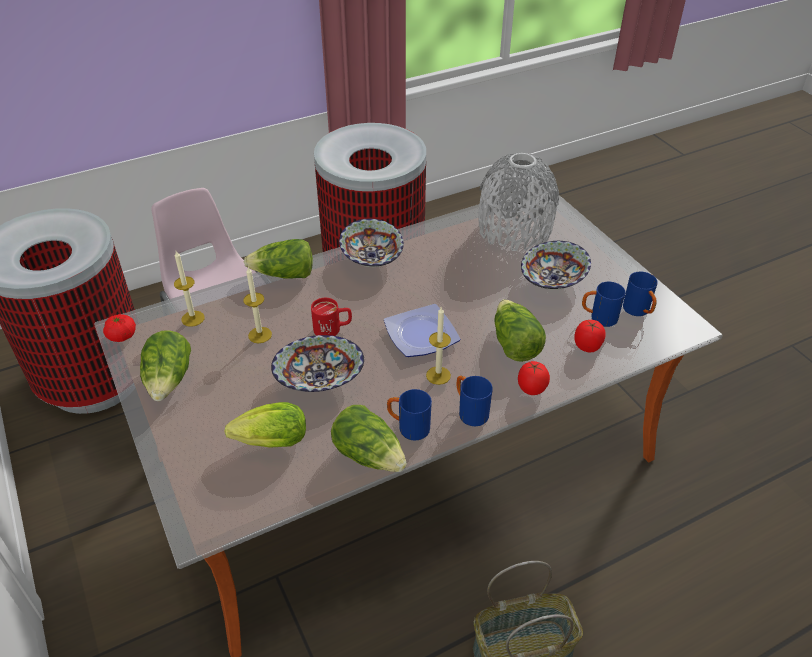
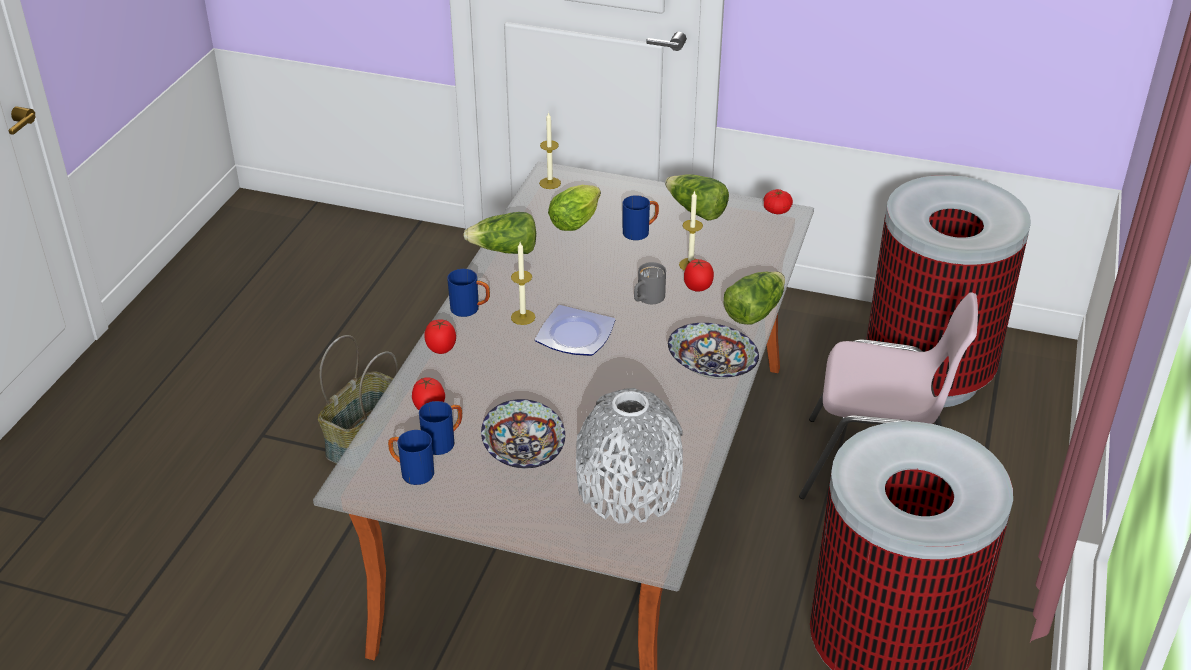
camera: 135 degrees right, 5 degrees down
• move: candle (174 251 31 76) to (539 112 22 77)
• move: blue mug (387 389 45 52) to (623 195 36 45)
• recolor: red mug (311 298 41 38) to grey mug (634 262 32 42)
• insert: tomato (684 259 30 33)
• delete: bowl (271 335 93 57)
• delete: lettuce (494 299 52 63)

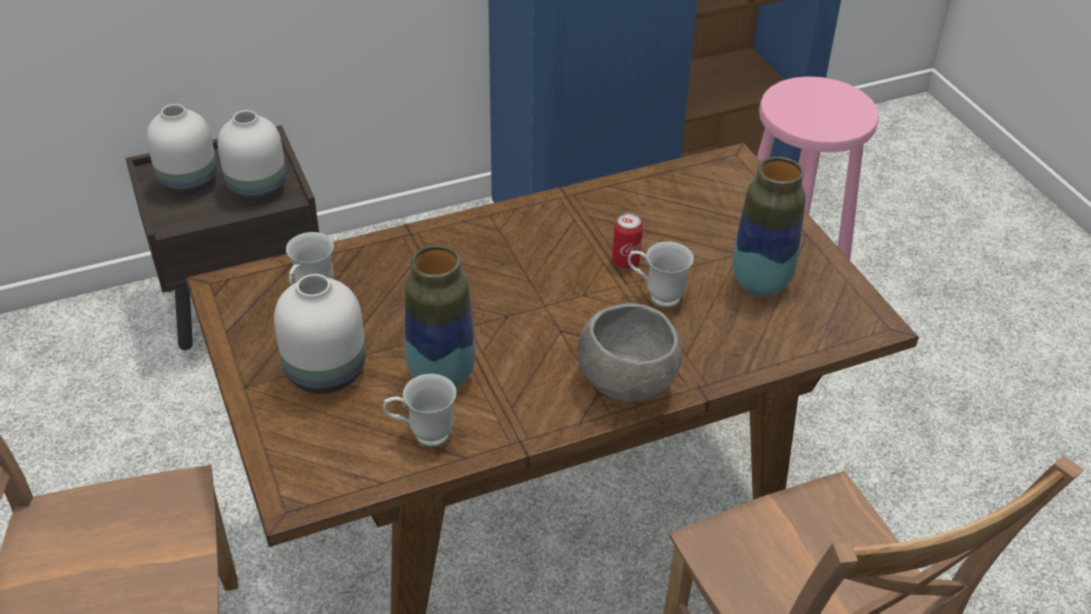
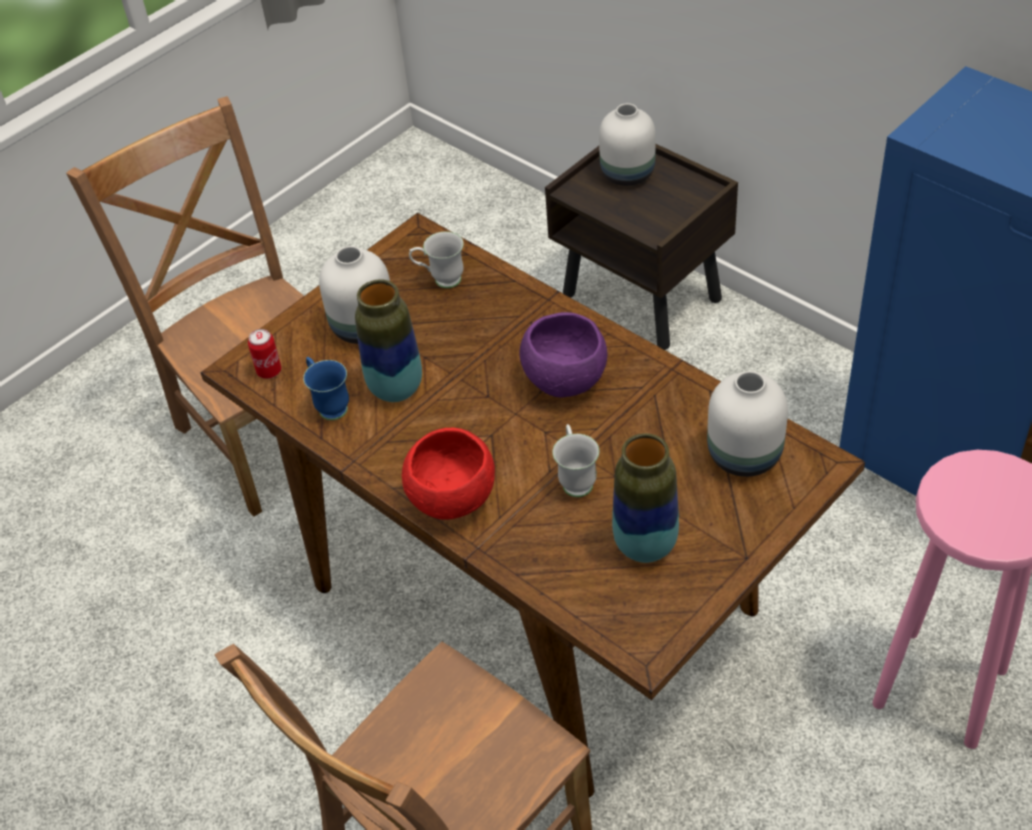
camera: 70 degrees right, 5 degrees up
• move: can (612 213 31 56) to (248 329 33 50)
• recolor: white mug (383 374 74 73) to blue mug (303 357 46 63)
• recolor: grey bowl (578 303 104 100) to red bowl (402 428 93 92)
• insert: purple bowl (519 312 88 86)
• move: white vase (217 110 69 91) to (707 371 81 106)

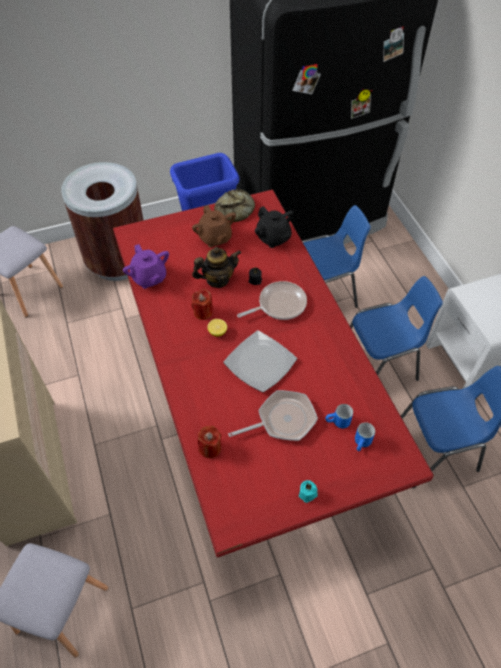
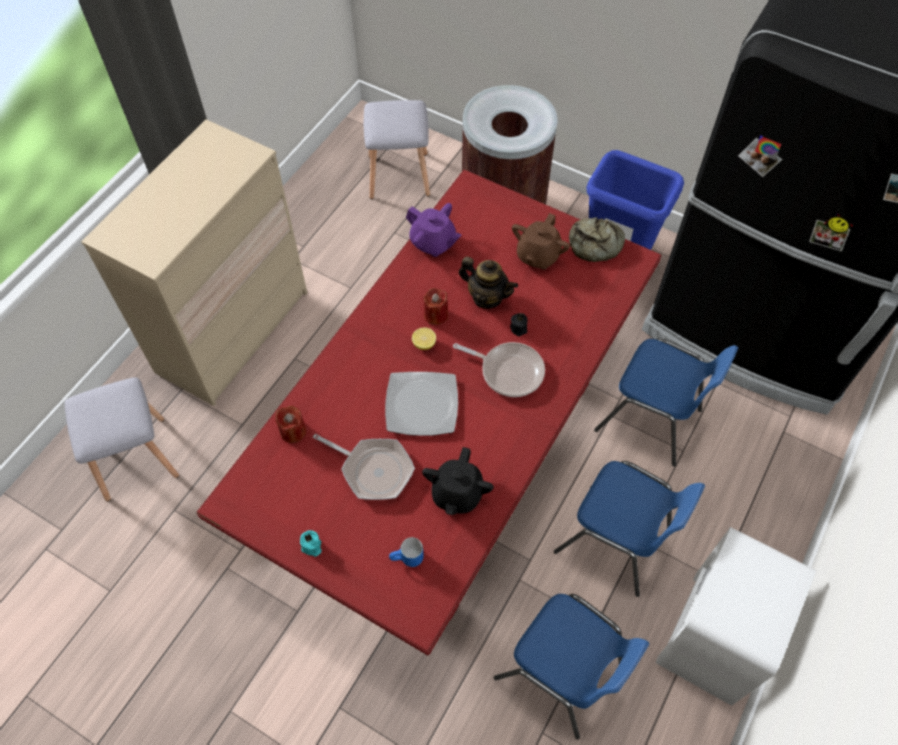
camera: 50 degrees right, 5 degrees up
• rotate: purple teapot (123 244 46 45) = (406 203 55 54) 75 degrees counterclockwise
• move: black teapot (255 206 39 42) to (422 447 72 68)
• delete: blue mug (326 404 27 24)

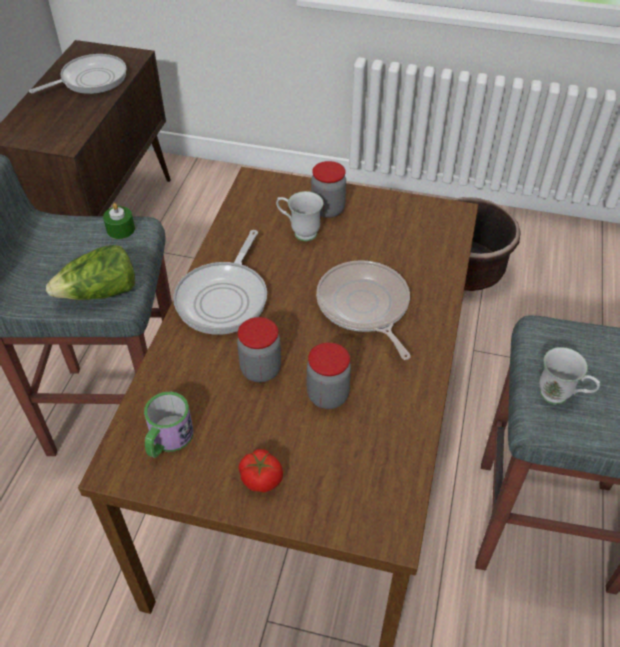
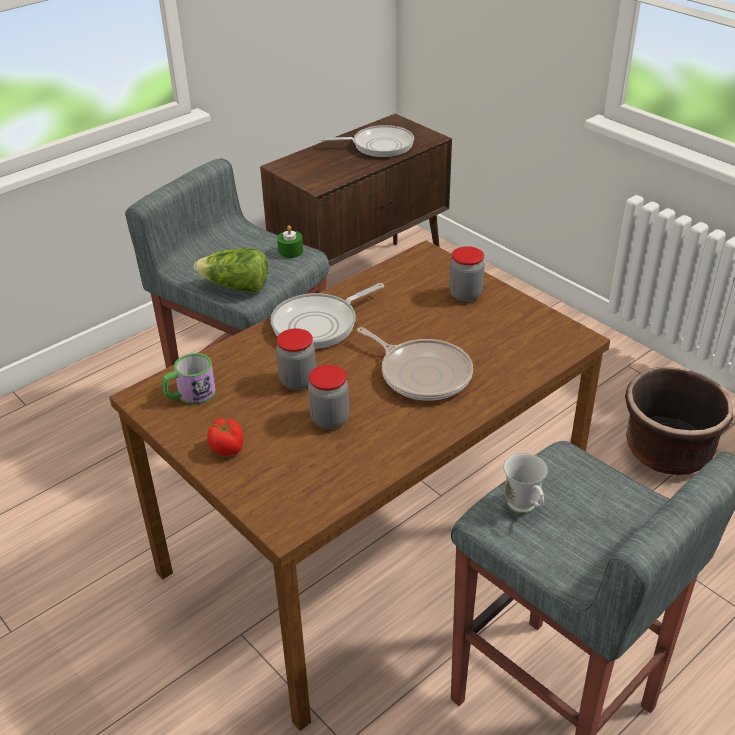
camera: 35 degrees right, 10 degrees down
• rotate: frying pan (316 260 95 100) = (357 327 116 74) 120 degrees clockwise
• delete: white mug (276 191 47 50)

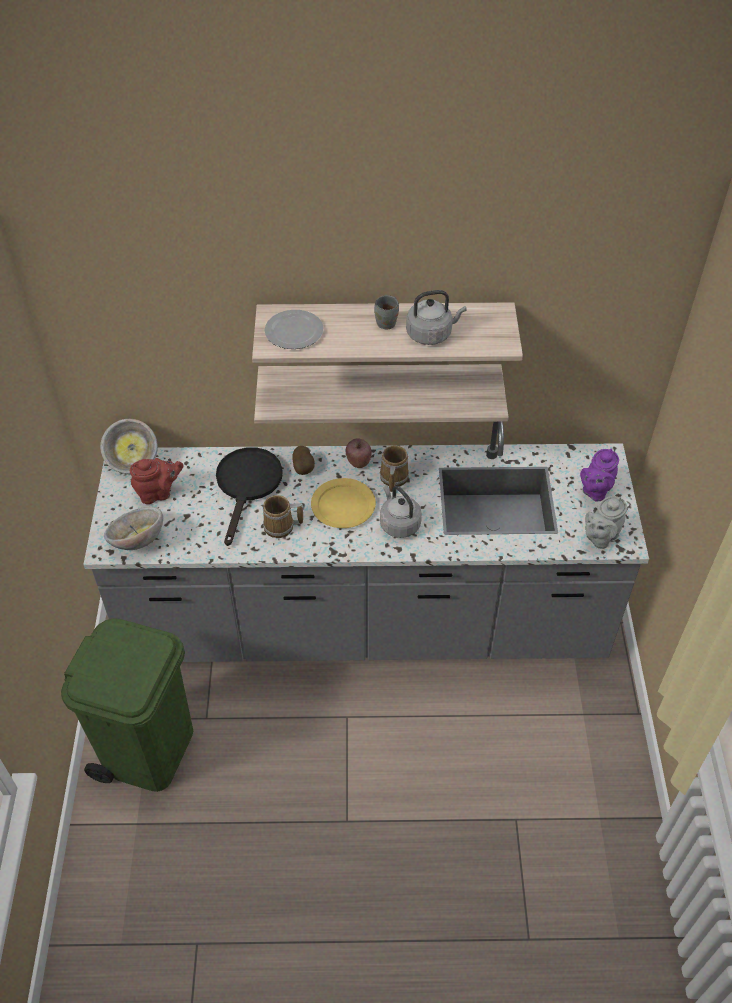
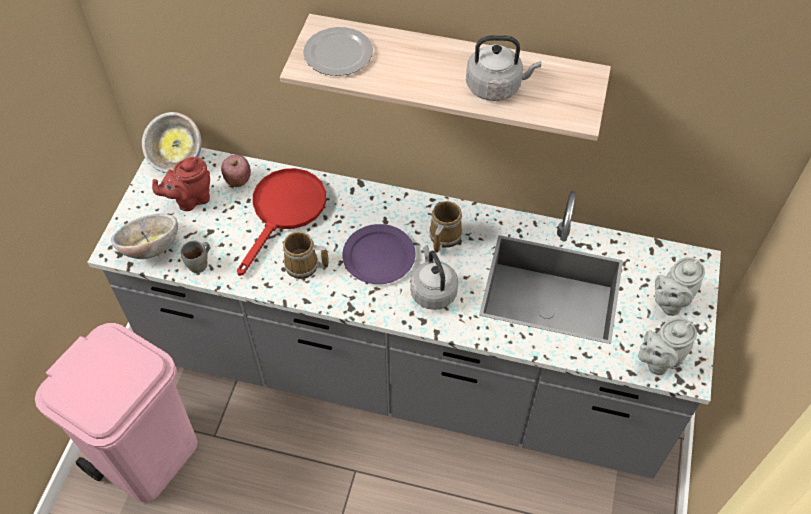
camera: 15 degrees right, 5 degrees up
• recolor: green trash can (61 618 132 174) to pink trash can (35 323 163 179)
• rotate: red teapot (130 458 54 46) = (152 157 58 54) 150 degrees clockwise
• move: grey mug (374 295 25 34) to (181 241 29 32)
• move: apple (345 438 27 30) to (221 154 30 33)
• recolor: black frying pan (216 447 67 99) to red frying pan (237 168 89 108)
• recolor: yellow plate (311 478 65 50) to purple plate (342 224 74 60)
• recolor: purple teapot (580 448 39 53) to grey teapot (655 257 50 59)
• delete: shelf (254 364 255 60)
• delete: potato (293 446 22 29)

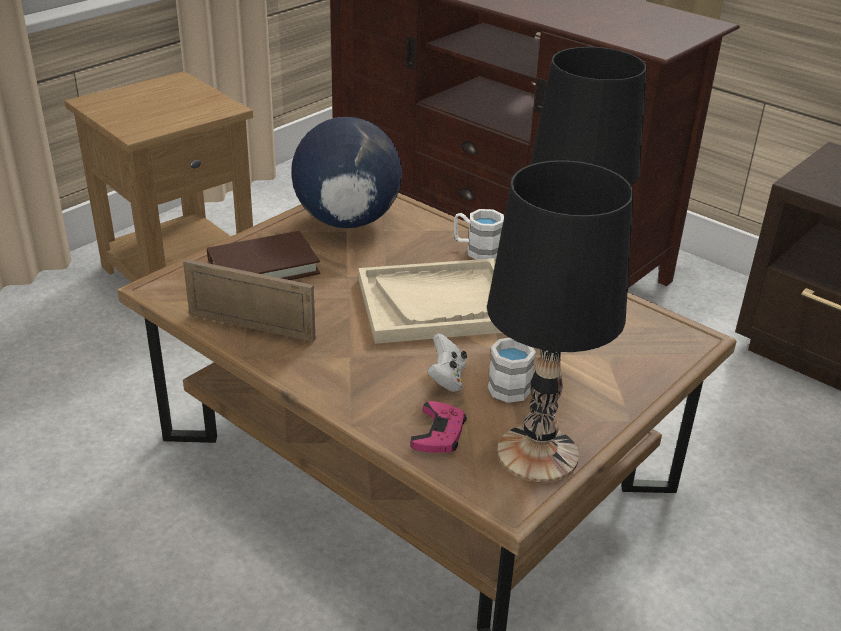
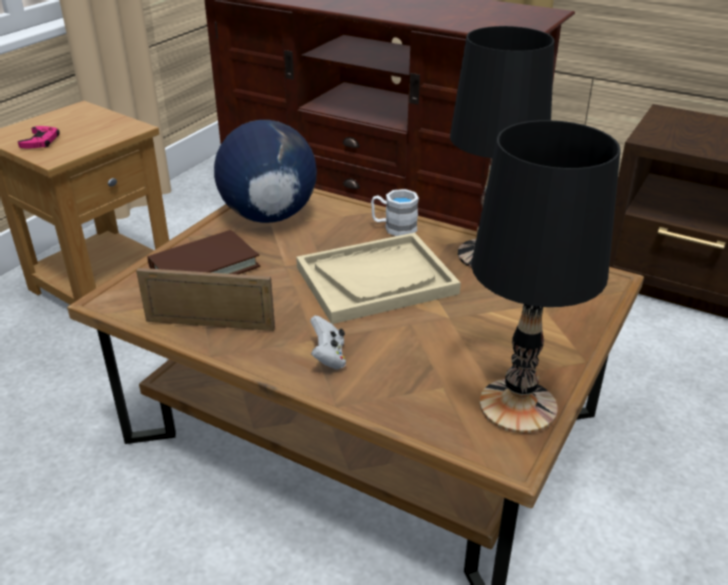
camera: 10 degrees left, 0 degrees up
• move: pink game controller (411 401 56 52) to (18 126 42 22)
• move: white game controller (427 333 40 59) to (310 316 36 53)
• delete: white mug (488 338 48 65)

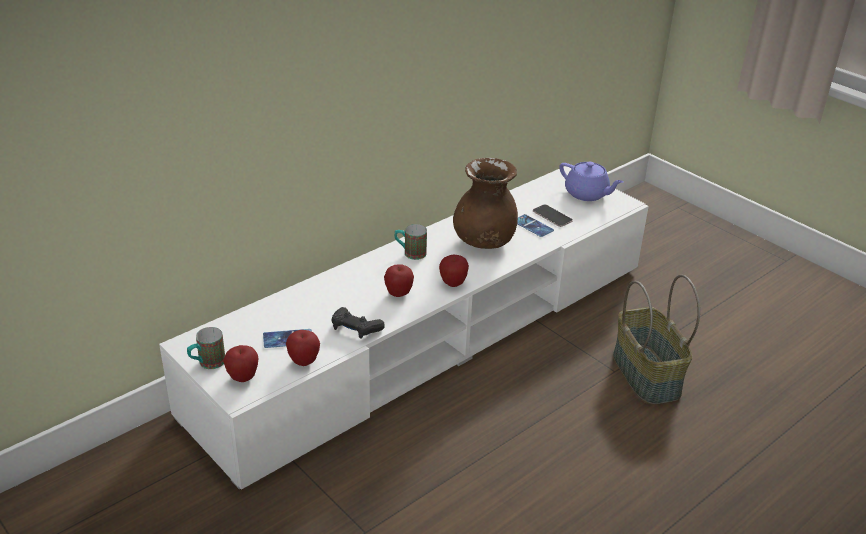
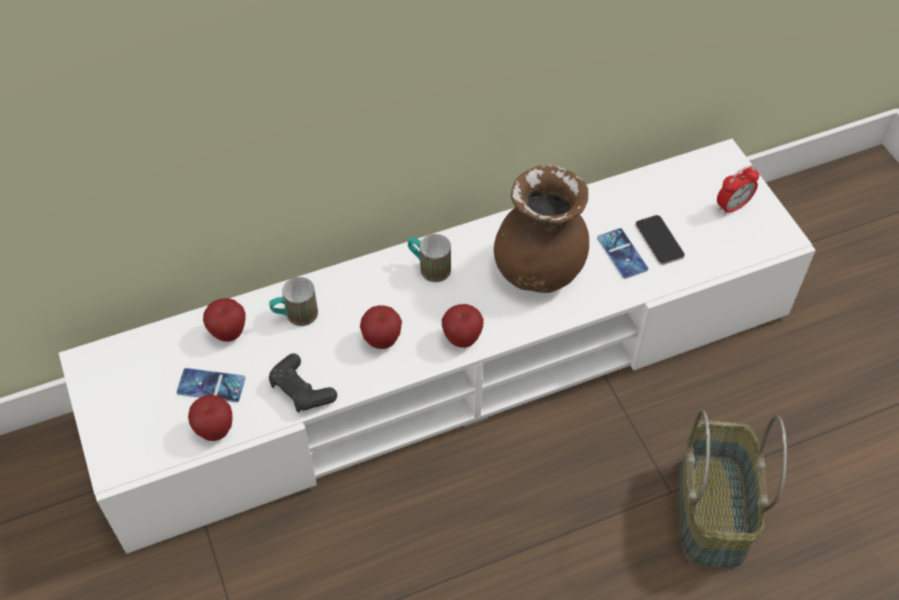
camera: 20 degrees right, 20 degrees up
• move: apple (223 345 35 37) to (203 298 42 44)
• move: mug (187 327 38 42) to (269 277 49 49)
• replace: purple teapot (559 162 64 39) to alarm clock (717 165 42 50)

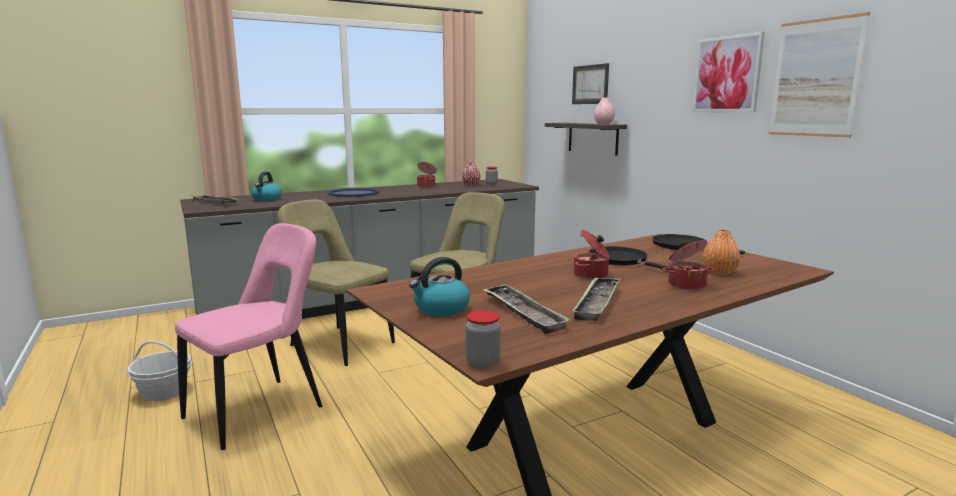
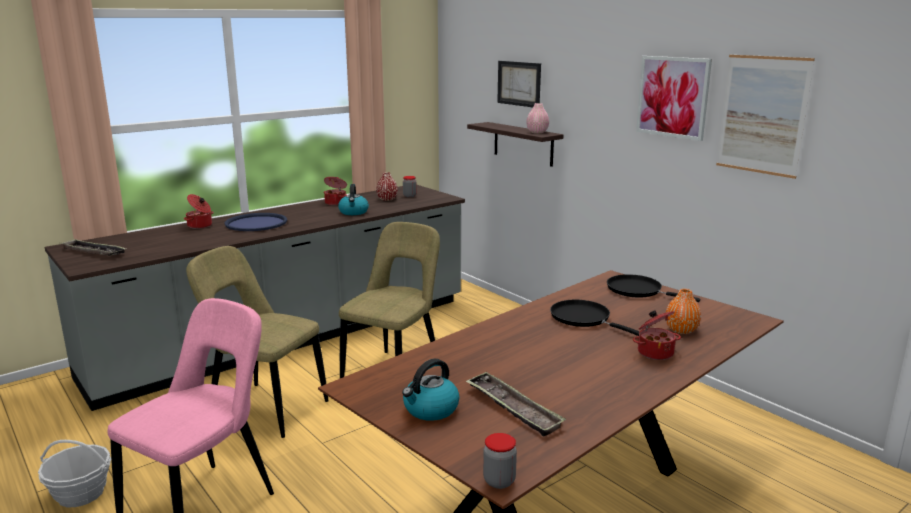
camera: 10 degrees left, 5 degrees up
• move: cooking pot (574 230 35 49) to (184 194 30 35)
• move: kettle (251 172 31 29) to (338 184 31 31)
• delete: tray (572 277 48 44)

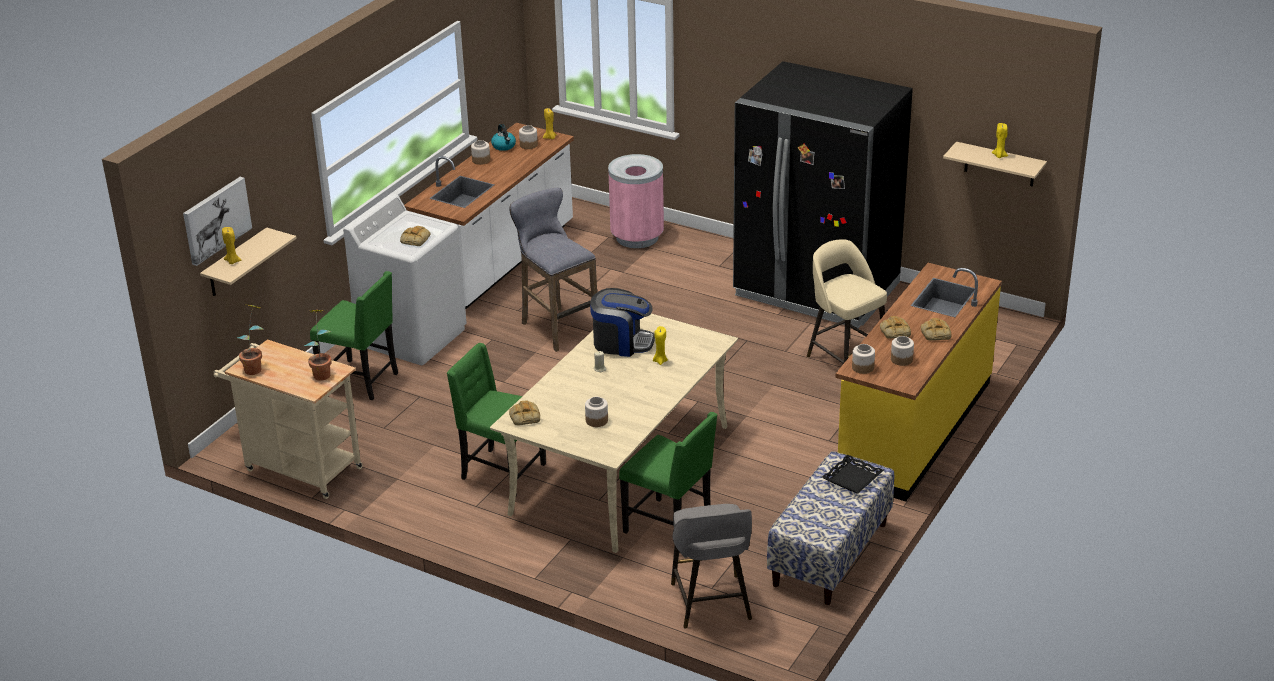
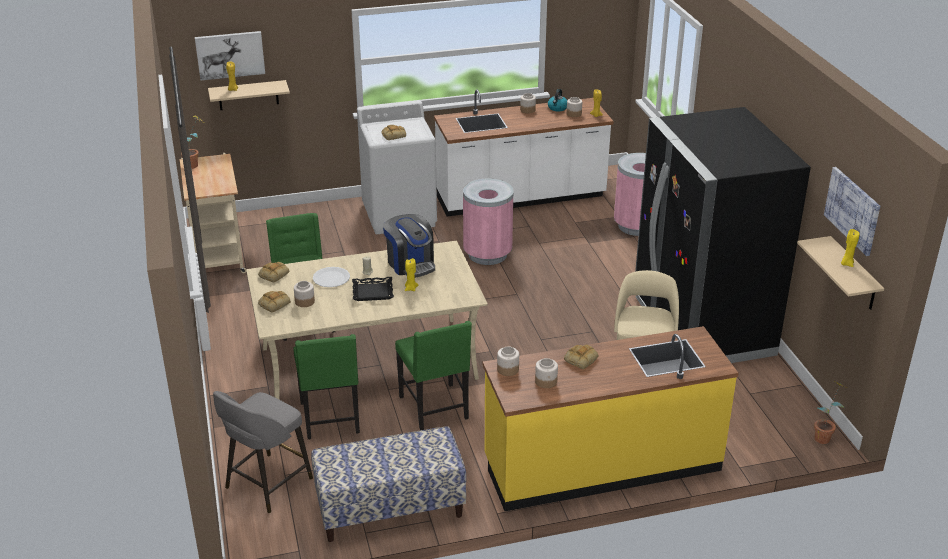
camera: 45 degrees right, 0 degrees up
• move: bread (921 318 30 22) to (258 291 33 21)
• insert: white plate (313 267 37 20)
• move: black tray (822 454 62 40) to (352 277 42 24)
• move: green chair (310 271 88 129) to (395 321 77 109)
• replace: grey stool (510 187 87 165) to pink trash can (463 178 51 87)
• move: potted plant (304 310 28 71) to (814 382 34 62)
• insert: picture (824 167 56 89)

